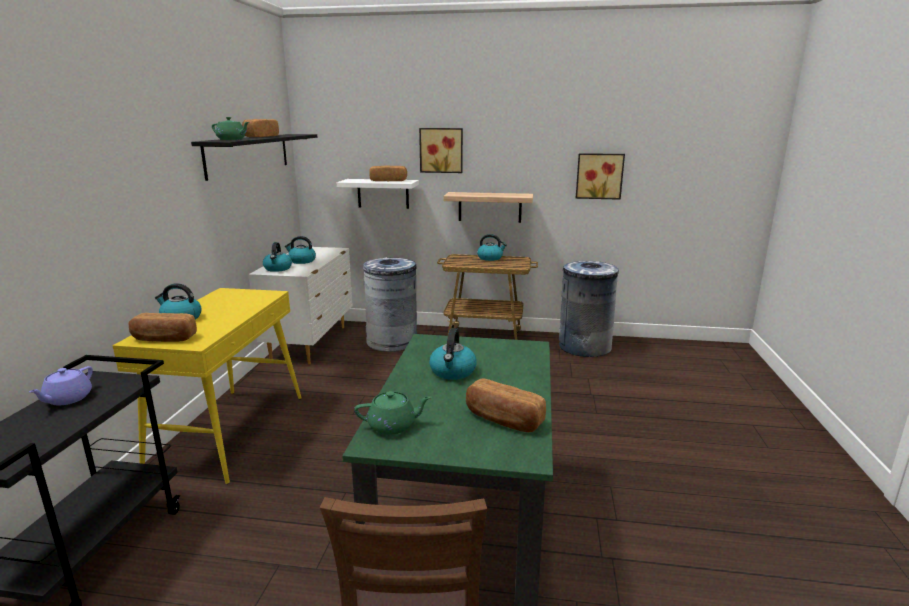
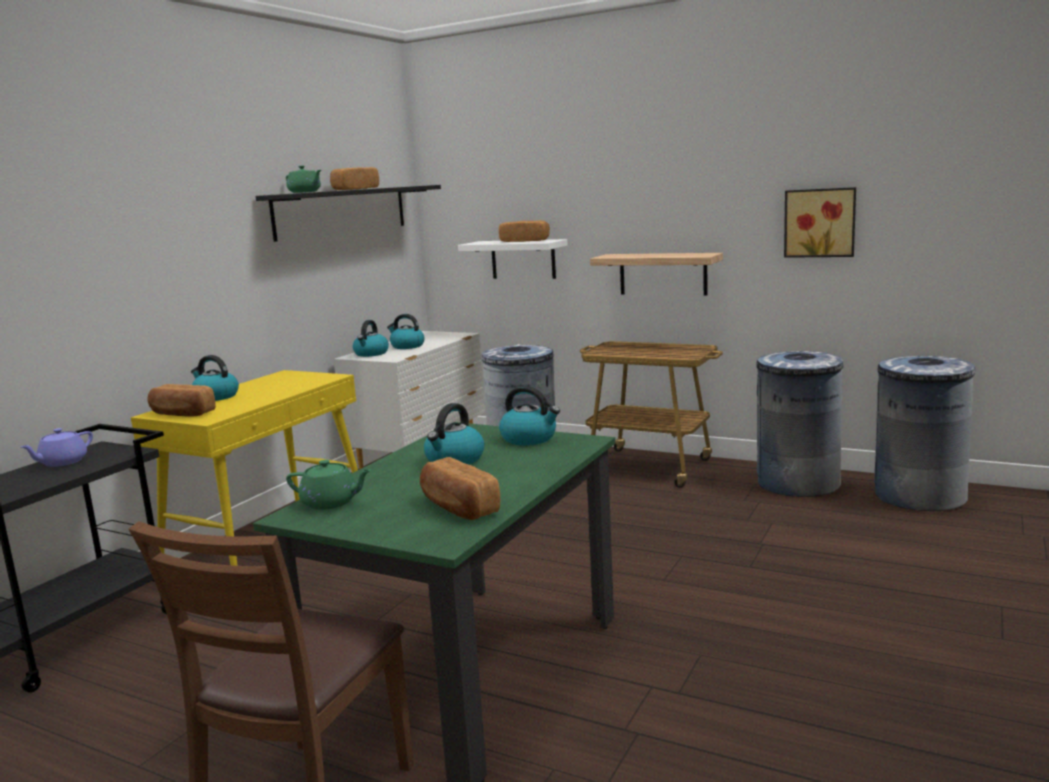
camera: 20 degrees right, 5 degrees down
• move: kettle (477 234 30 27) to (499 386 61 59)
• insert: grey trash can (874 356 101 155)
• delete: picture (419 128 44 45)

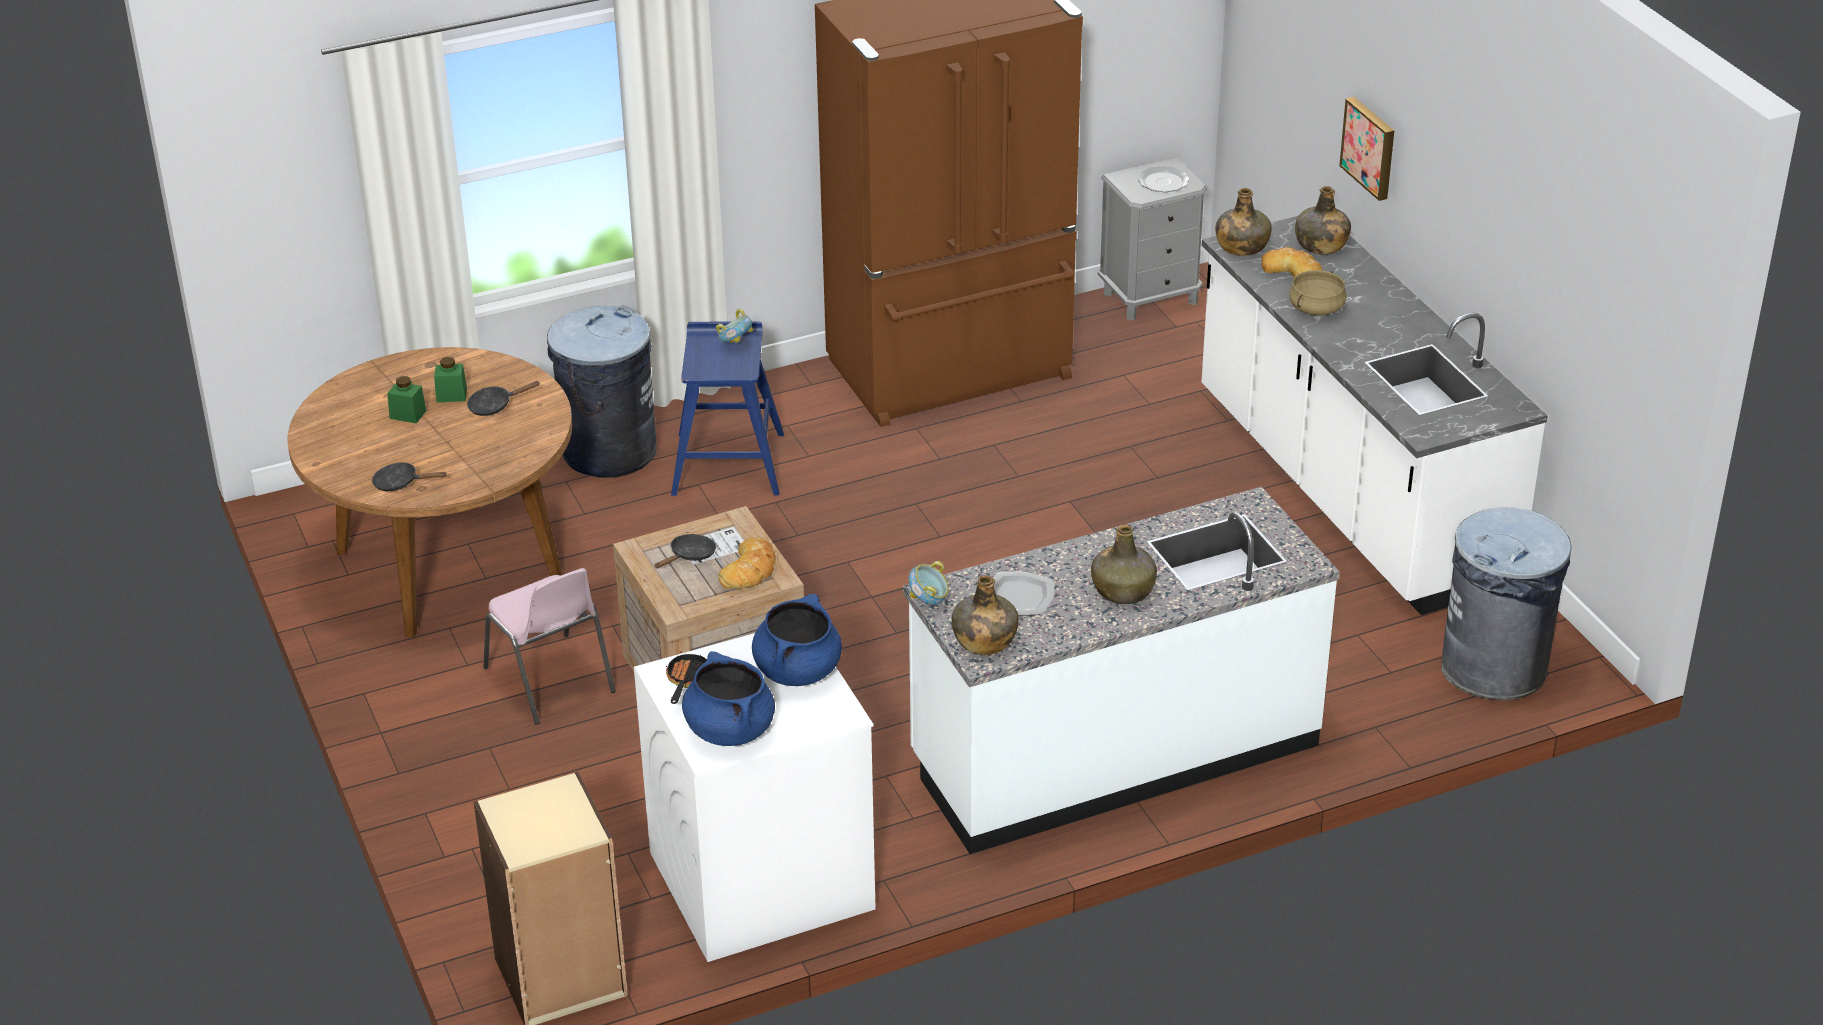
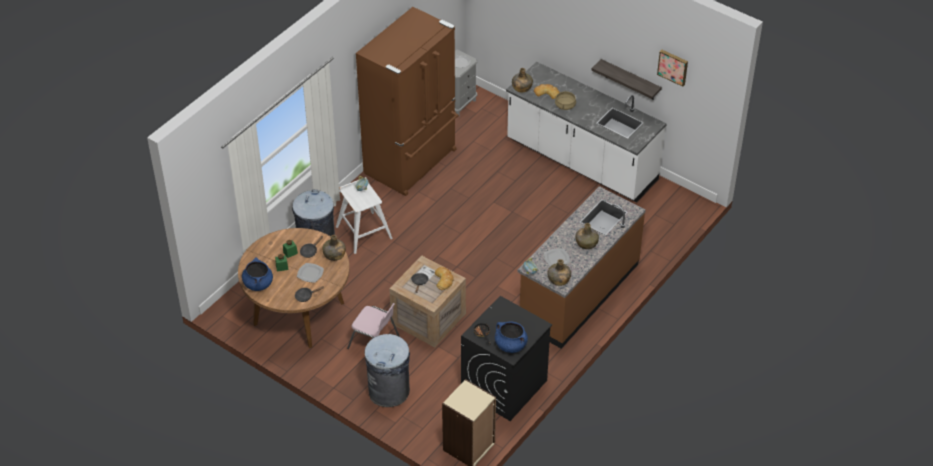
camera: 30 degrees left, 10 degrees up
• move: blue cooking pot (752 594 90 92) to (242 257 31 34)
• insert: plate (297 263 27 20)
• move: green bottle (1295 186 56 69) to (323 235 23 26)
• recolor: blue stool (671 321 113 175) to white stool (336 177 57 77)
• move: grey trash can (1441 507 131 193) to (365 334 45 73)
• recolor: white washing machine (634 633 242 329) to black washing machine (461 296 91 125)
• recolor: white counter (903 487 437 367) to brown counter (517 186 129 163)
• insert: shelf (591 59 71 41)
• move: picture (1339 97 55 104) to (657 50 31 37)

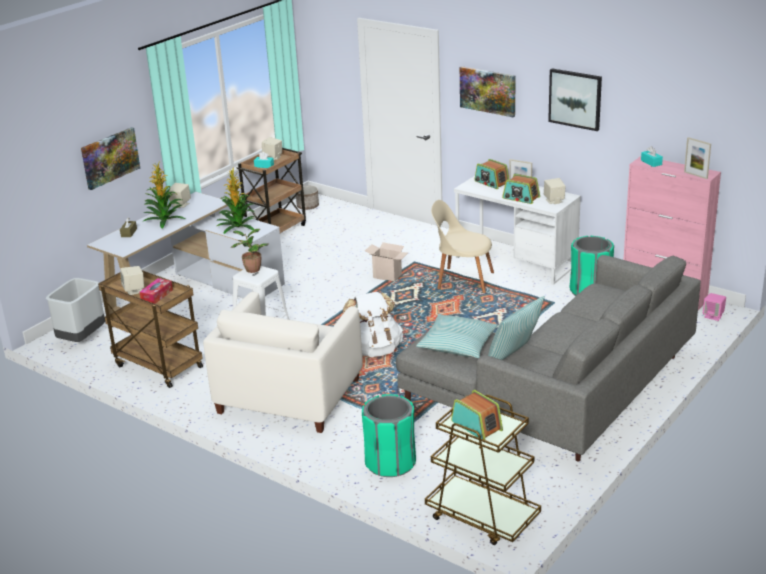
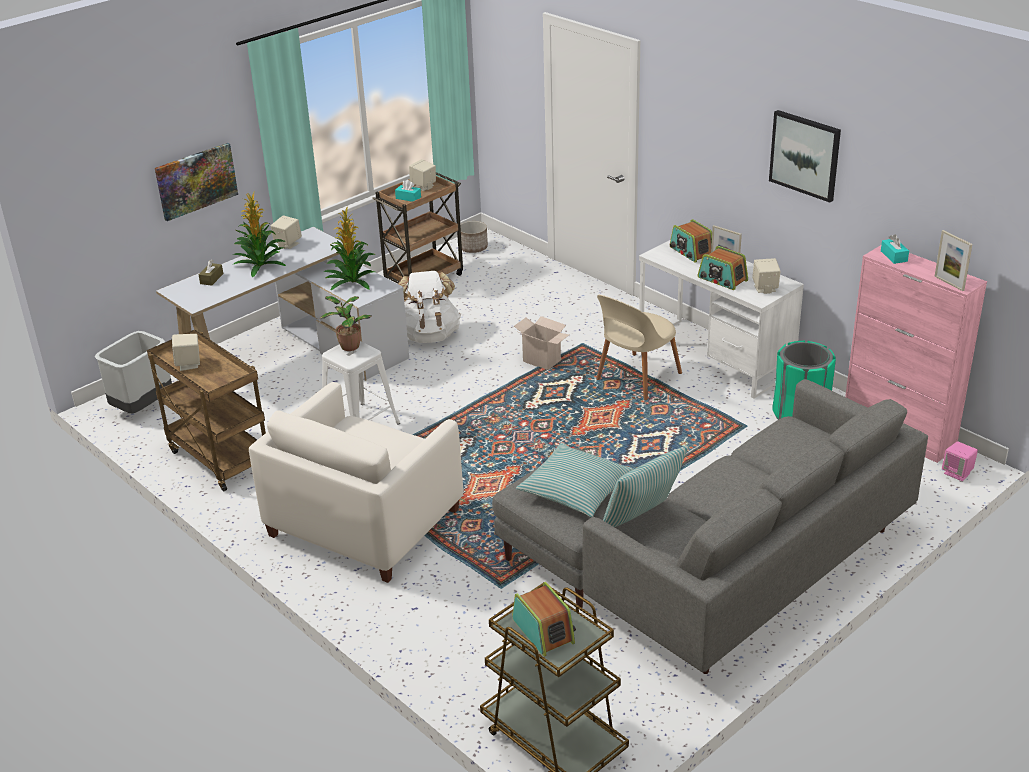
camera: 10 degrees right, 5 degrees up
• move: white backpack (343 292 60 65) to (398 271 63 72)
• rotate: beige chair (431 200 63 93) = (596 295 86 105) 75 degrees counterclockwise
• delete: tissue box (139 278 34 26)
• delete: green trash can (362 394 54 83)
• delete: picture (460 66 56 51)

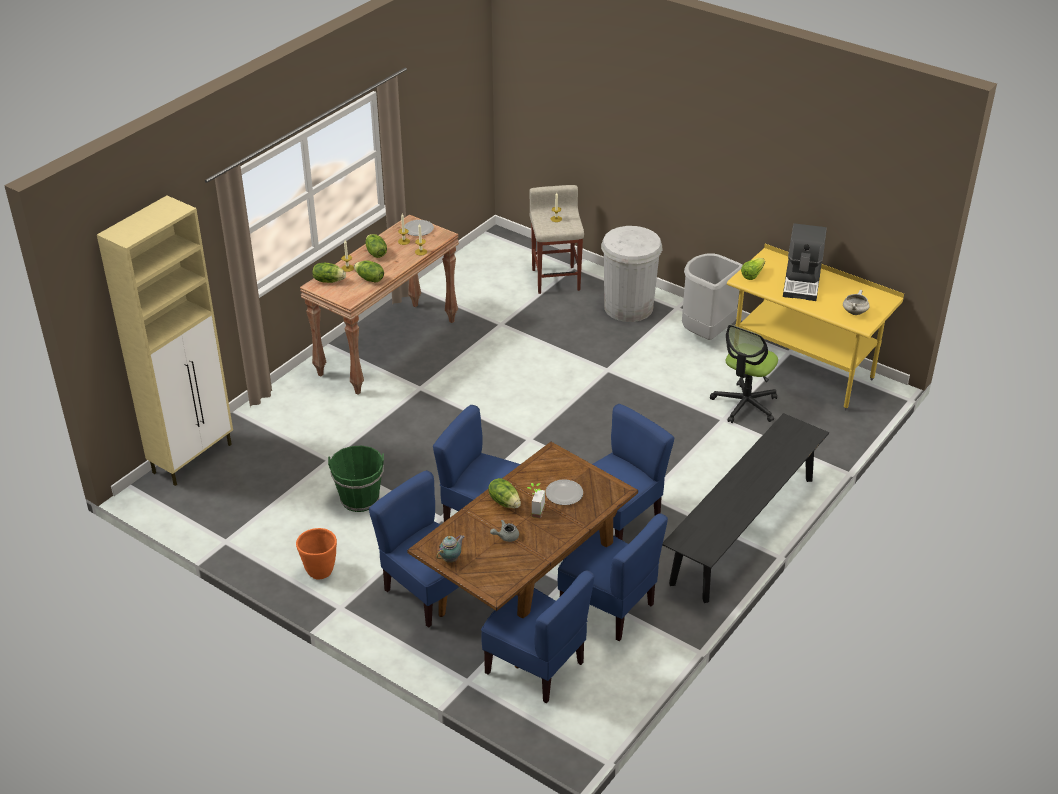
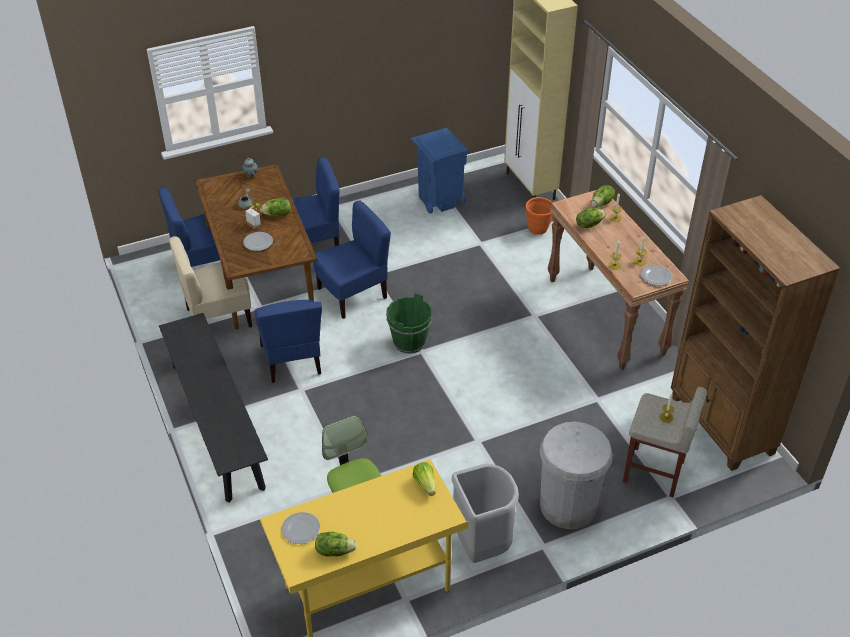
camera: 120 degrees right, 5 degrees up
• recolor: blue chair (558 513 110 128) to beige chair (169 236 83 92)
• replace: white cooking pot (843 290 27 25) to plate (281 512 39 32)
• move: lettuce (365 234 22 24) to (315 532 42 25)
• move: green bucket (328 446 56 66) to (386 293 46 60)
• insert: blue trash can (411 128 57 85)
• move: orange planter (296 528 41 52) to (526 197 27 38)
• insert: brown bookcase (671 195 169 276)
• delete: coffee machine (783 224 44 77)

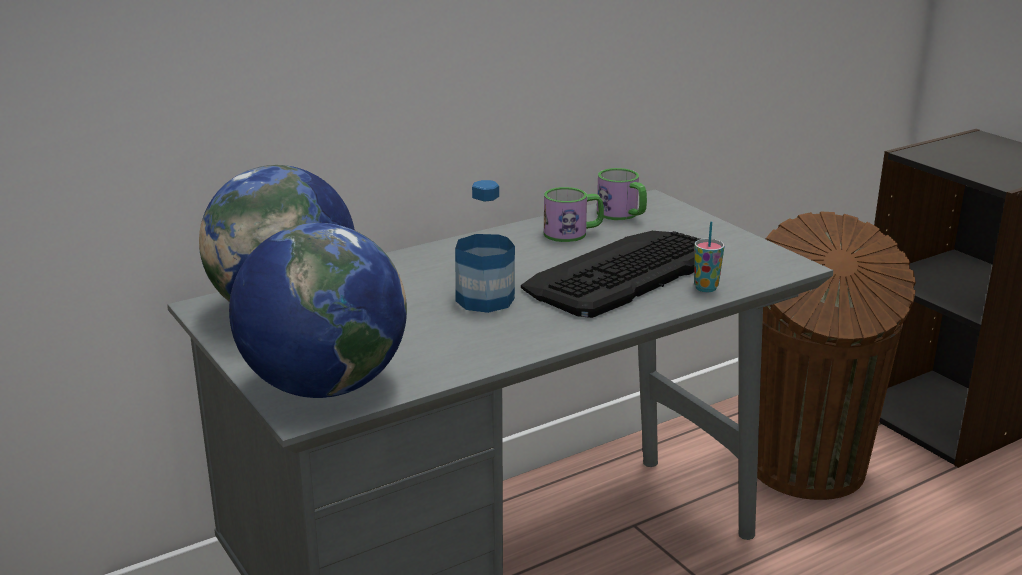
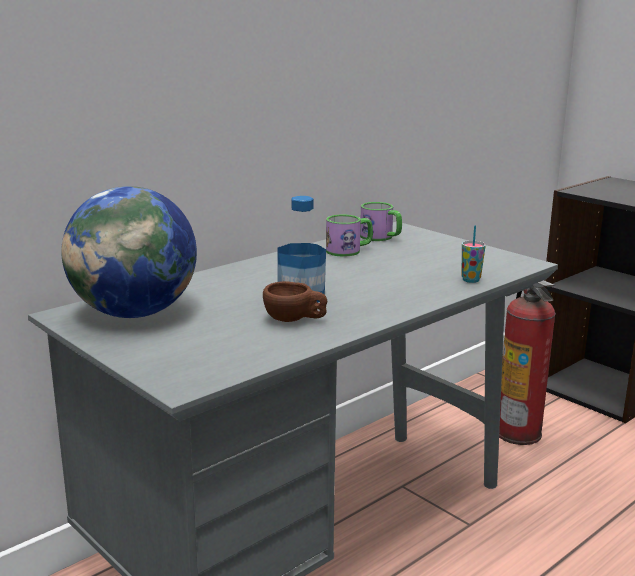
camera: 10 degrees left, 5 degrees down
• insert: brown cup (263 281 64 41)
• replace: brown trash can (757 211 159 289) to fire extinguisher (499 280 57 165)
• delete: globe (229 223 178 175)
• delete: keyboard (521 231 179 87)

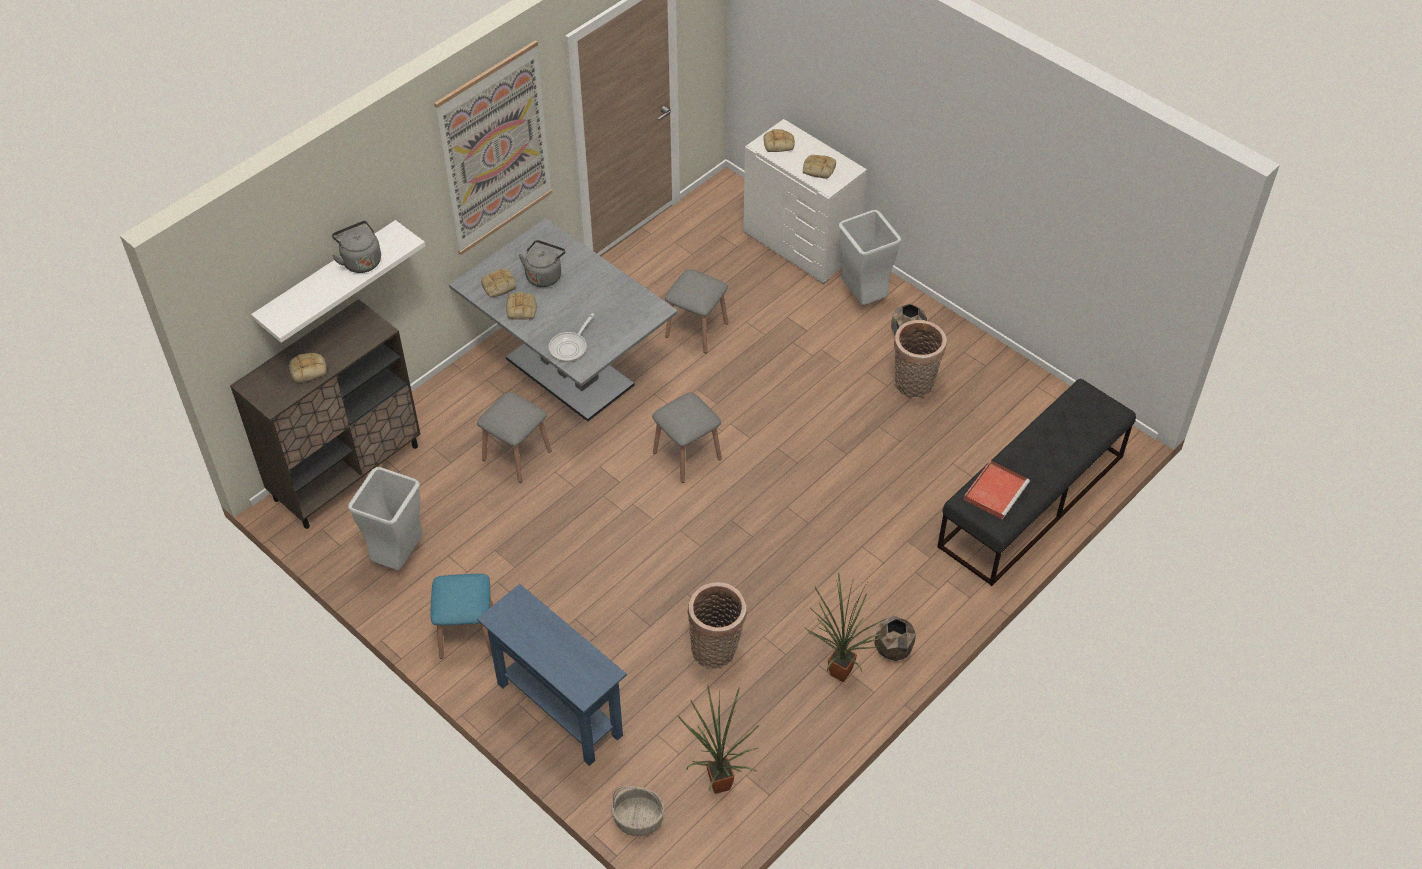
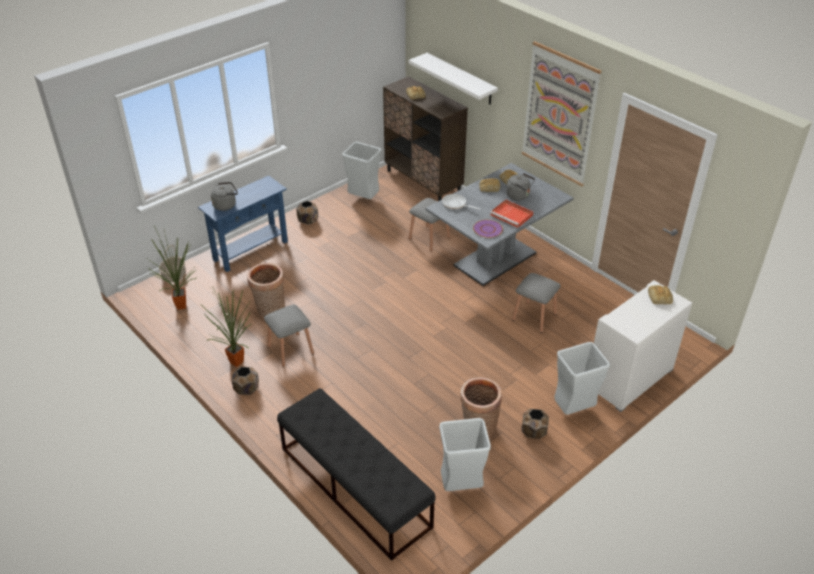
camera: 95 degrees right, 10 degrees down
• move: grey kettle (332 221 49 52) to (211 182 27 29)
• move: grey stool (652 392 70 91) to (264 305 50 62)
• replace: blue stool (431 574 62 85) to brown planter (296 201 22 24)
• insert: grey trash can (439 418 52 73)
• insert: purple plate (473 220 30 18)
• move: red tray (964 460 66 60) to (490 200 43 28)
• delete: bread (803 155 33 24)

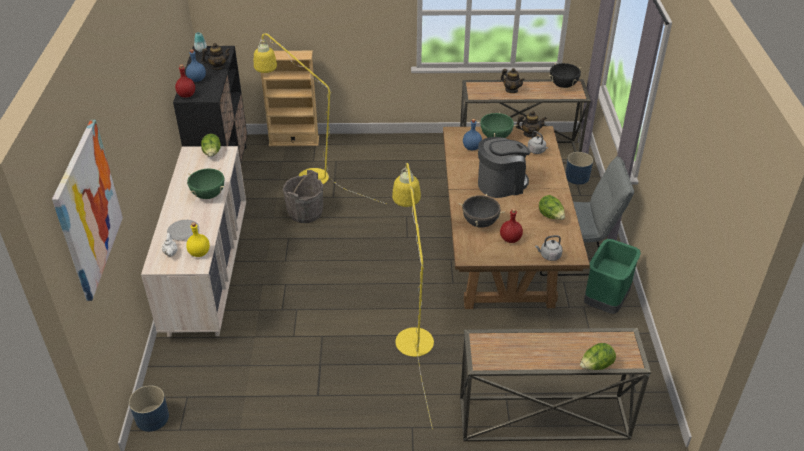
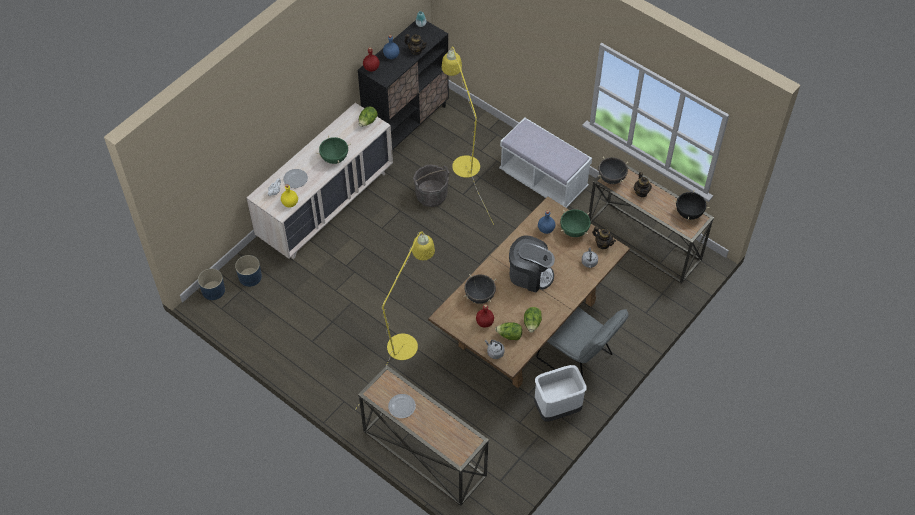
camera: 40 degrees right, 15 degrees up
• move: blue planter (566 152 27 33) to (235 255 27 32)
• insert: plate (388 394 28 24)
• move: lettuce (580 343 36 27) to (495 322 27 18)
• insert: white bench (499 118 93 90)
• recolor: green trash can (584 239 57 75) to white trash can (534 365 53 56)
• insert: black cooking pot (598 157 30 27)
• delete: picture (52 120 71 181)
• delete: beige bookcase (261 51 58 95)

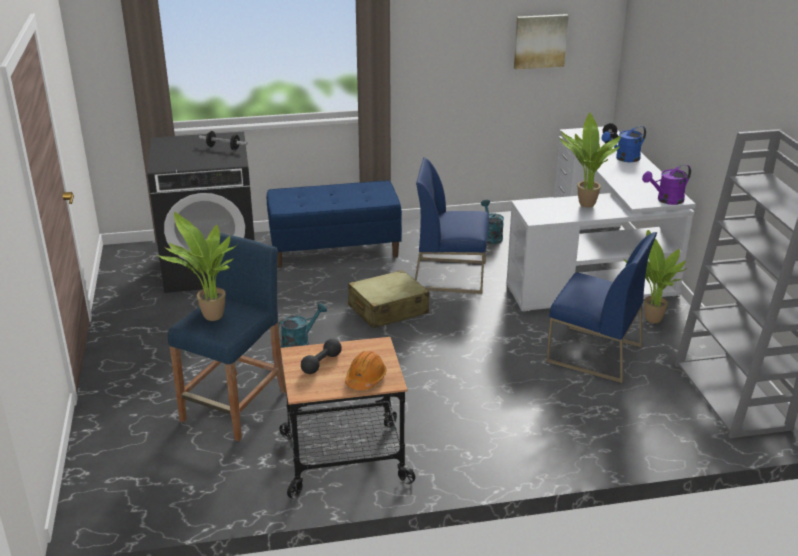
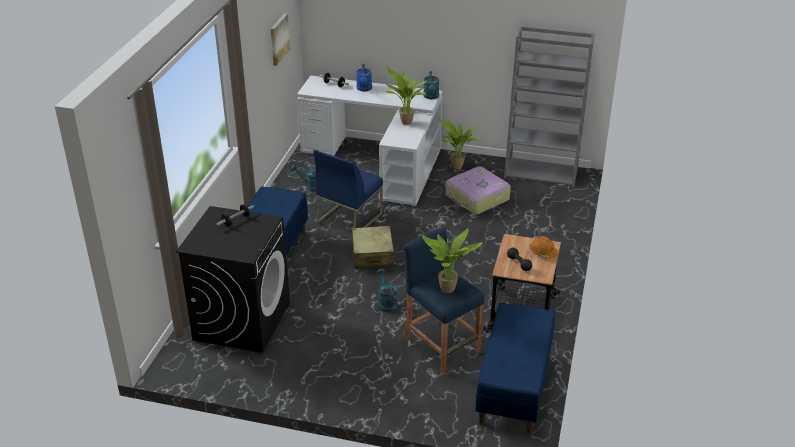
camera: 65 degrees left, 5 degrees up
• recolor: purple watering can (642 164 49 41) to turquoise watering can (423 71 16 28)
• replace: blue chair (546 232 111 151) to suitcase (445 167 66 47)
• insert: blue bench (475 303 80 131)

